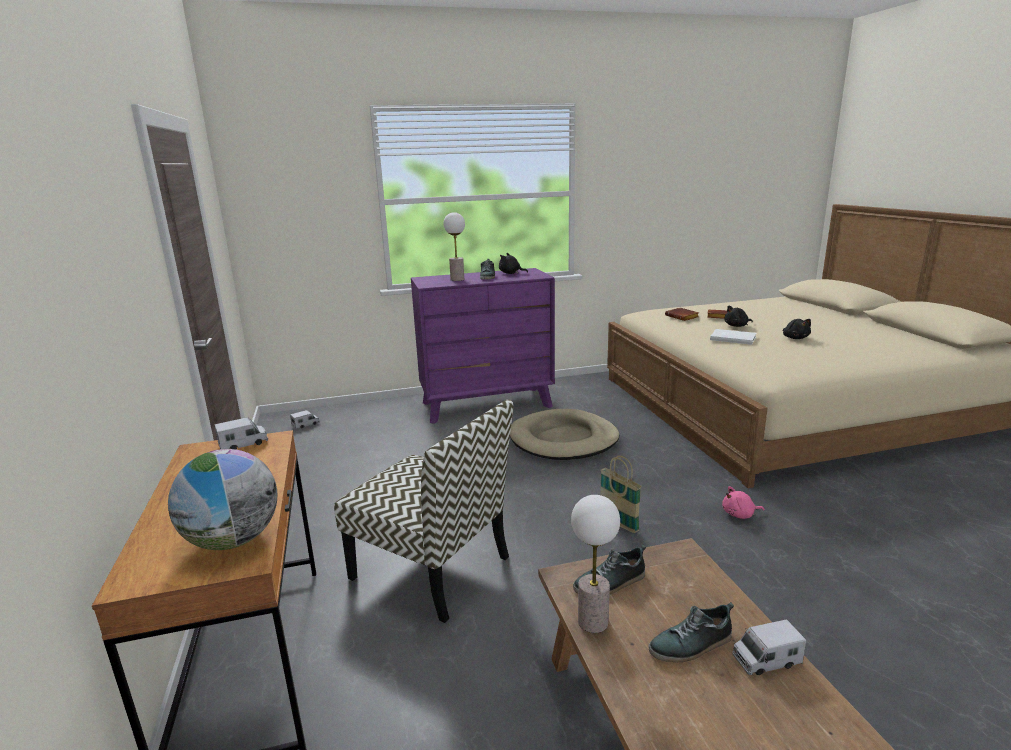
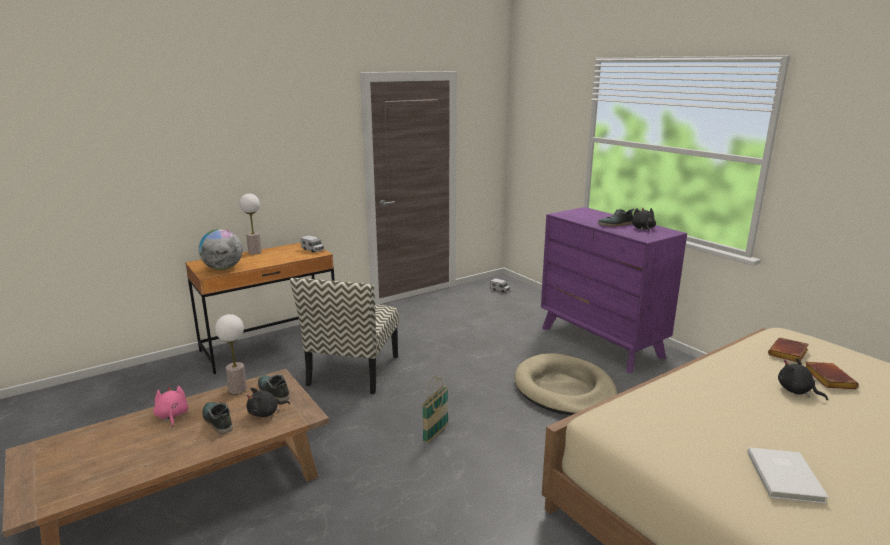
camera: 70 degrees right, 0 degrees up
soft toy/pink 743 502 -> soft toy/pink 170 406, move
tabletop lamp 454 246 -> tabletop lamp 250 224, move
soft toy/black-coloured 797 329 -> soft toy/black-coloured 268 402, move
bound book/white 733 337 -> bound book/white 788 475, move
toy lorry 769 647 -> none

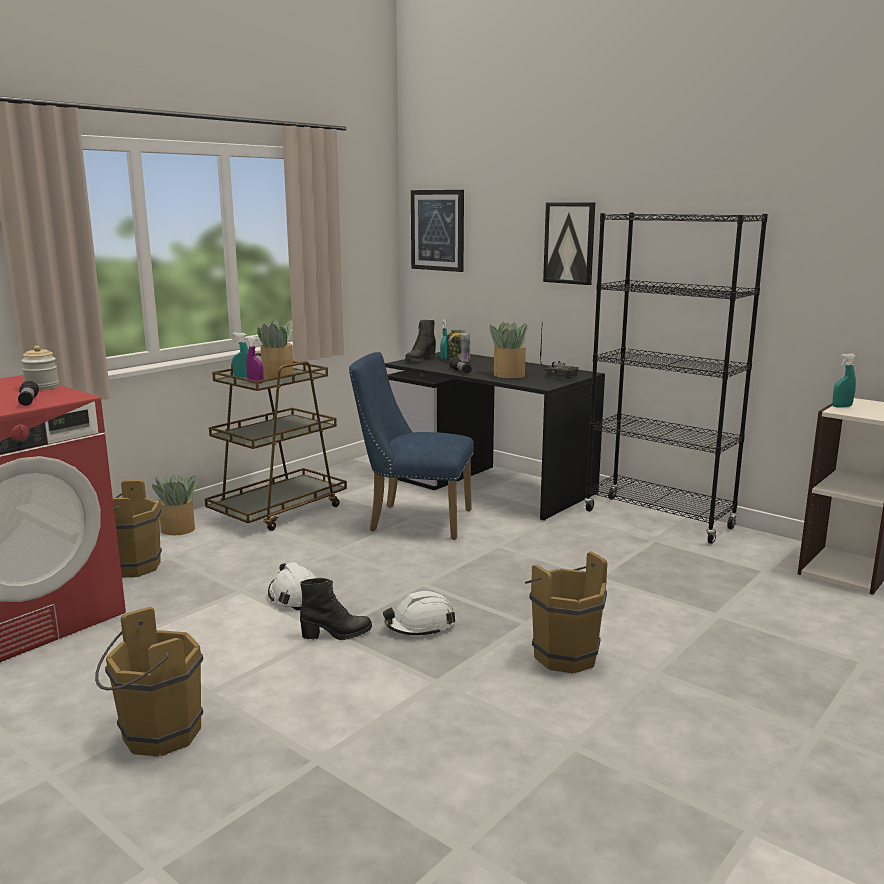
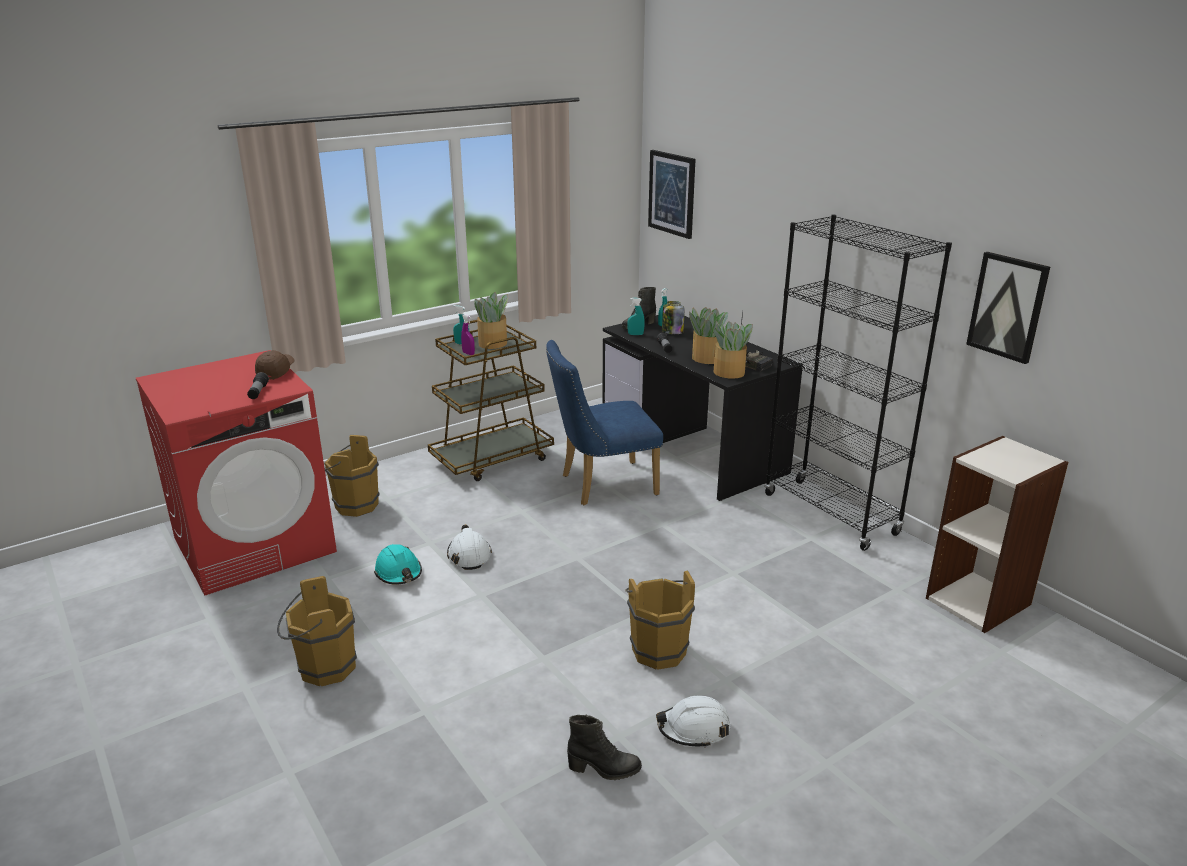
camera: 15 degrees right, 10 degrees up
preserve jar 40 368 -> peaked cap/brownish 275 365
none -> hard hat/blue-green 398 564
plain chair/blue 411 446 -> plain chair/blue 604 422, 45 degrees counterclockwise
high-top boot/black-coloured 336 609 -> high-top boot/black-coloured 604 747, move
sprayer/blue-green 844 380 -> sprayer/blue-green 636 316, move
hard hat/white 419 613 -> hard hat/white 693 721, move
houseplant 174 505 -> houseplant 733 350, move
picture 569 243 -> picture 1008 308, move

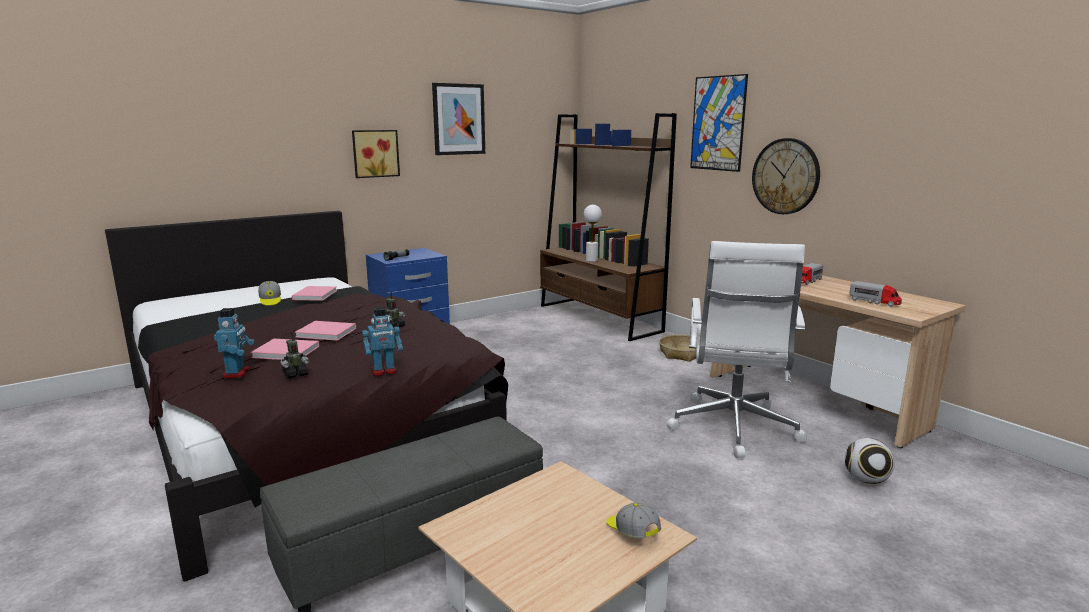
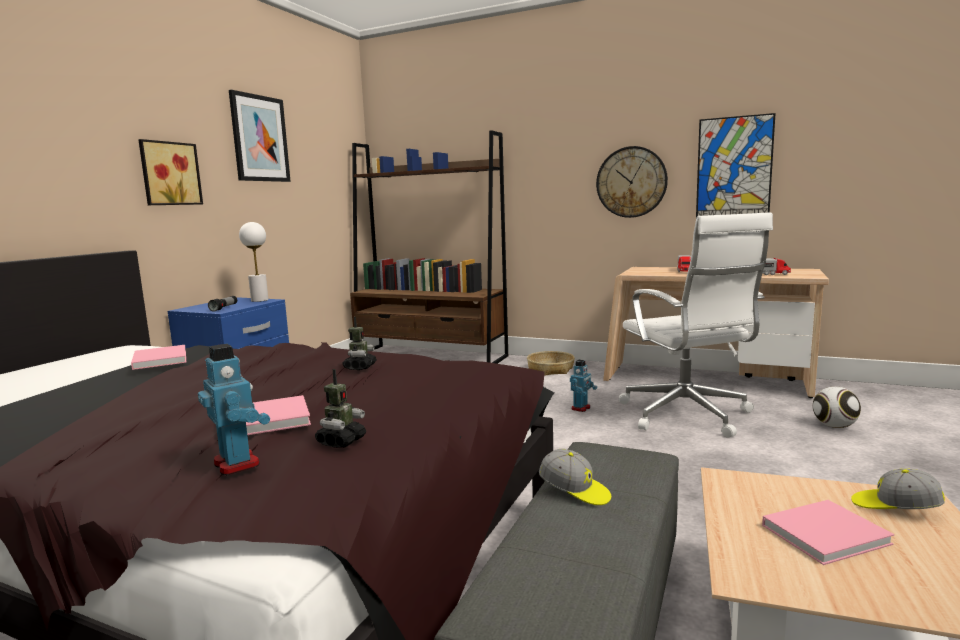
camera: 30 degrees left, 5 degrees down
tabletop lamp/white 593 233 -> tabletop lamp/white 253 262, move
peaked cap 269 293 -> peaked cap 575 477, move
model robot 382 341 -> model robot 583 386, move
picture 719 123 -> picture 735 165, move
bound book/pink 325 331 -> bound book/pink 828 532, move

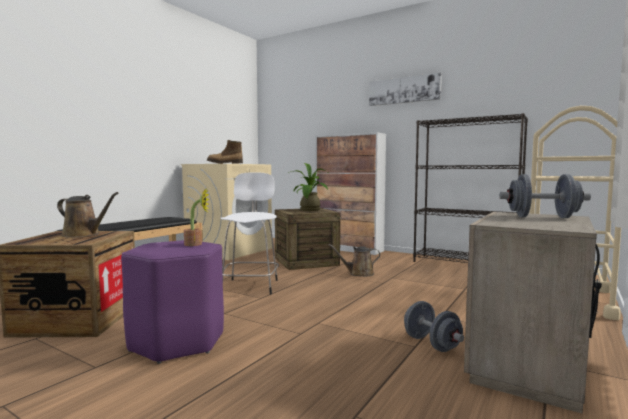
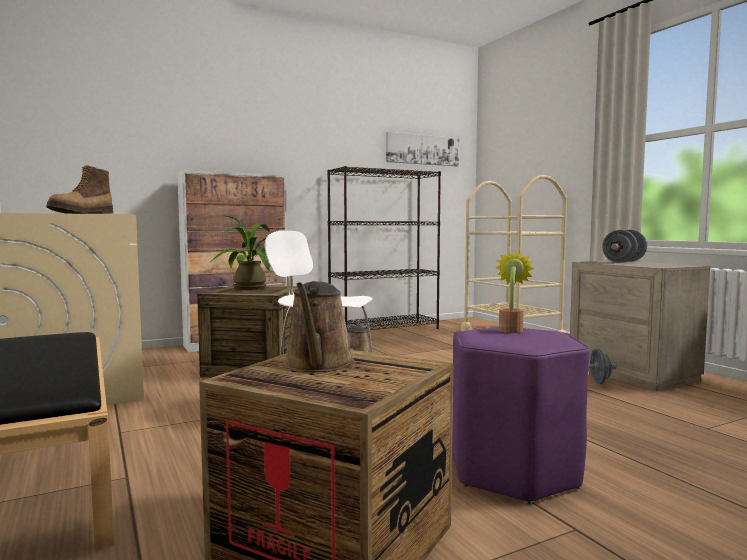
camera: 60 degrees left, 0 degrees up
watering can/brownish 87 215 -> watering can/brownish 319 326, 135 degrees clockwise
picture 405 89 -> picture 422 149, move

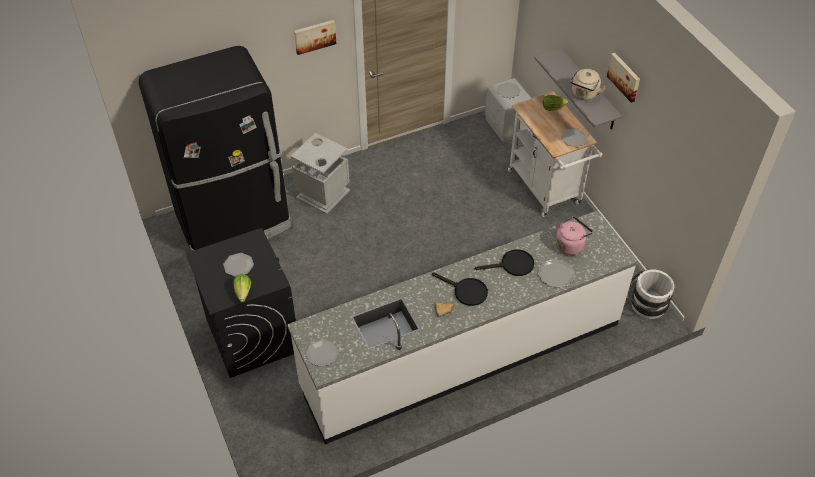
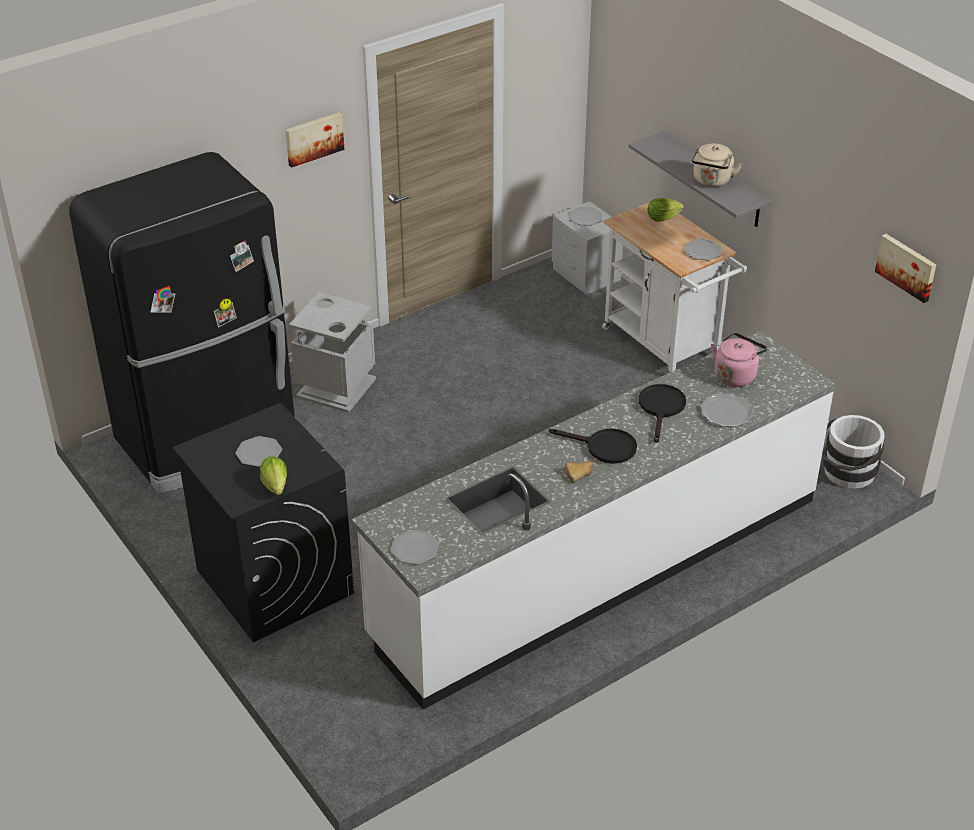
camera: 10 degrees left, 10 degrees down
skillet/black-coloured 504 262 -> skillet/black-coloured 662 413, 60 degrees counterclockwise
picture 623 78 -> picture 905 268, move

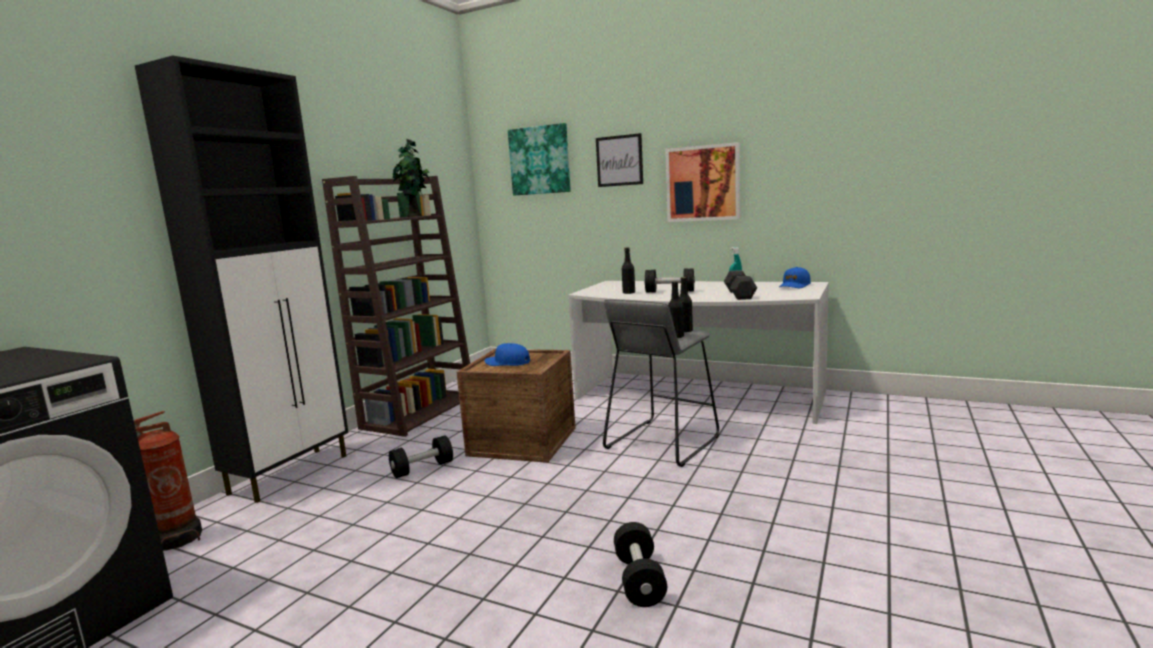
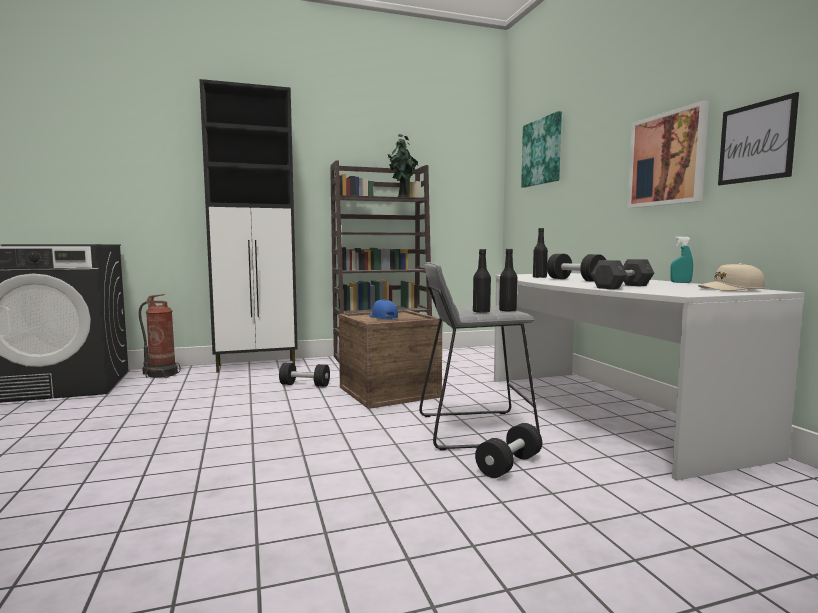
camera: 45 degrees right, 5 degrees down
dumbbell/black-coloured 640 564 -> dumbbell/black-coloured 508 450, move
peaked cap/blue 795 277 -> peaked cap/beige 731 277
picture 619 160 -> picture 758 138, move

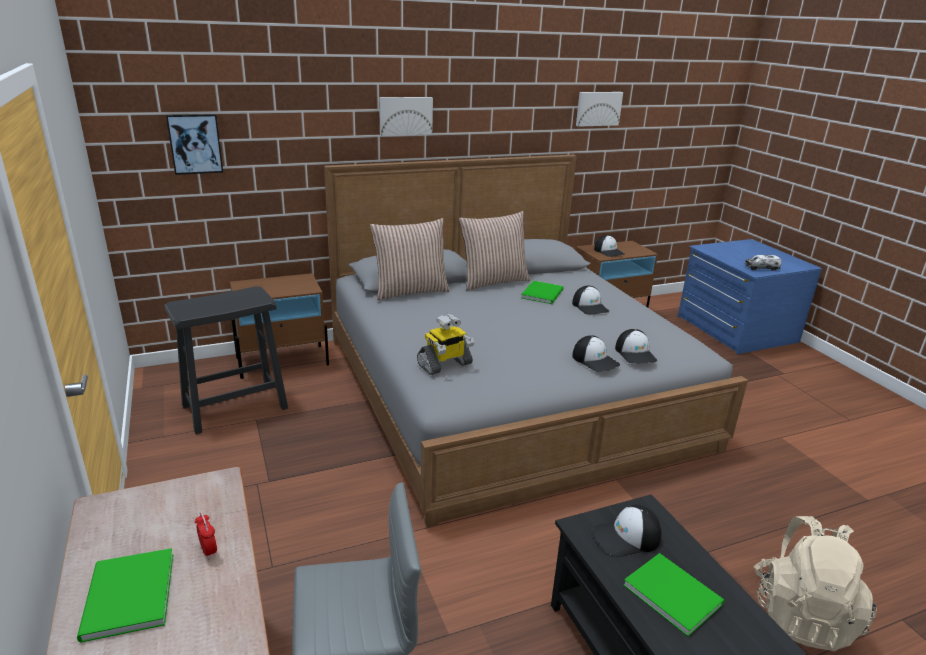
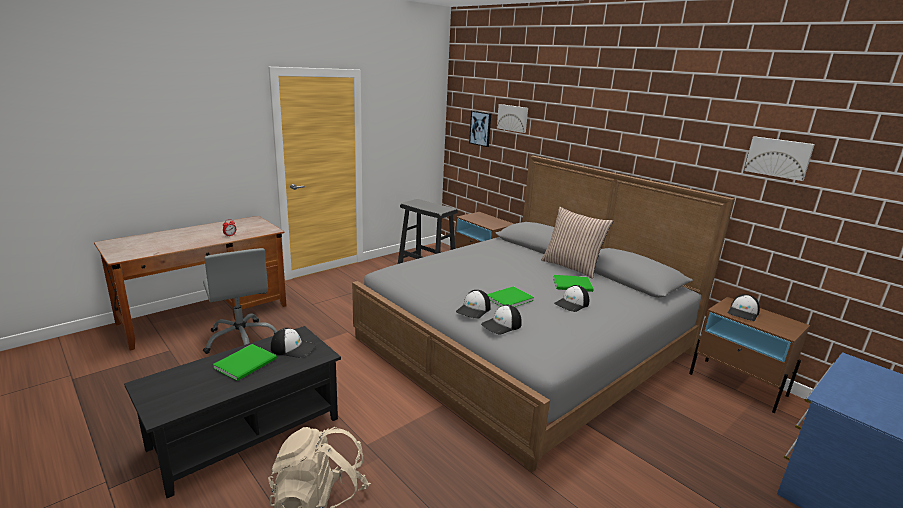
camera: 70 degrees right, 5 degrees down
peaked cap 627 531 -> peaked cap 293 343, 135 degrees clockwise
bound book/green 125 595 -> bound book/green 510 296, move
picture 406 116 -> picture 512 118, move
cushion 410 259 -> none
model robot 445 344 -> none
toy lorry 763 263 -> none

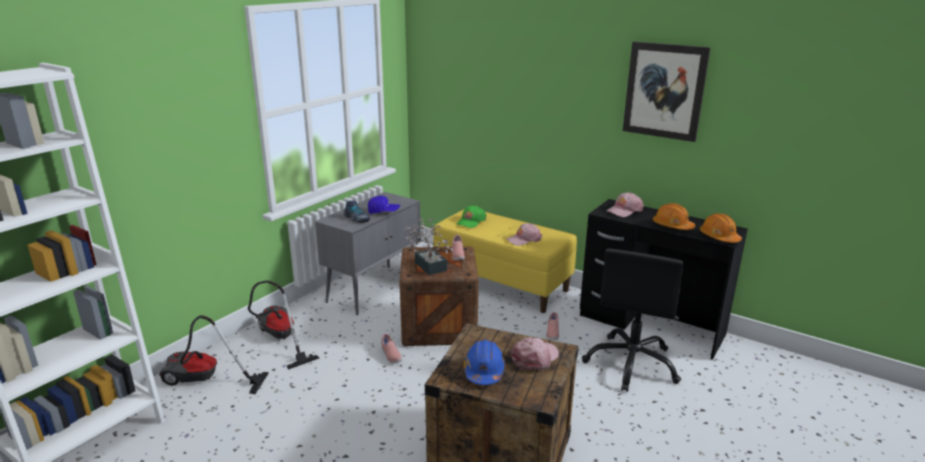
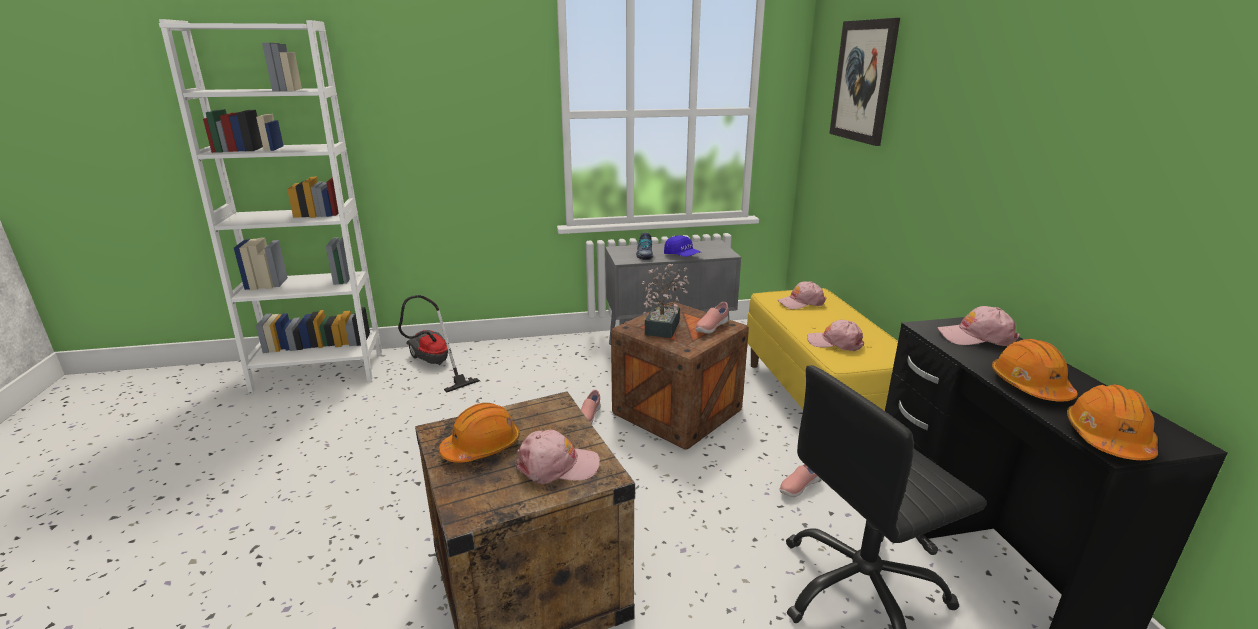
camera: 45 degrees right, 0 degrees up
hard hat/blue 484 362 -> hard hat/orange 479 433
peaked cap/green 472 216 -> peaked cap/pink 802 295
picture 667 92 -> picture 864 82, move
hoover 283 325 -> none

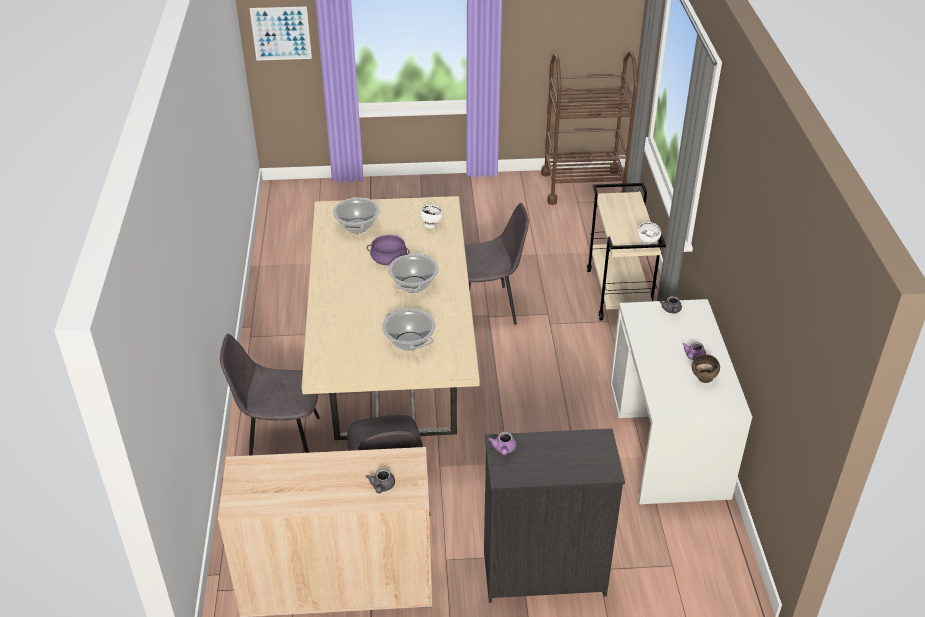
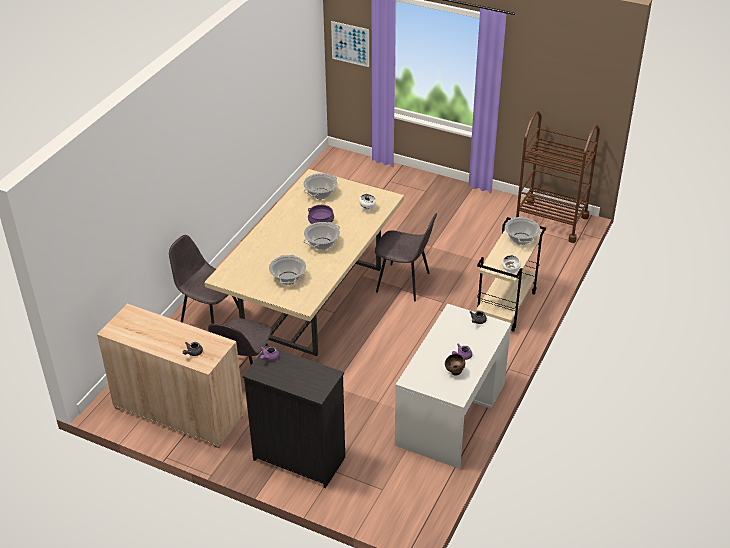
camera: 30 degrees right, 0 degrees up
none -> saucepot 522 231

